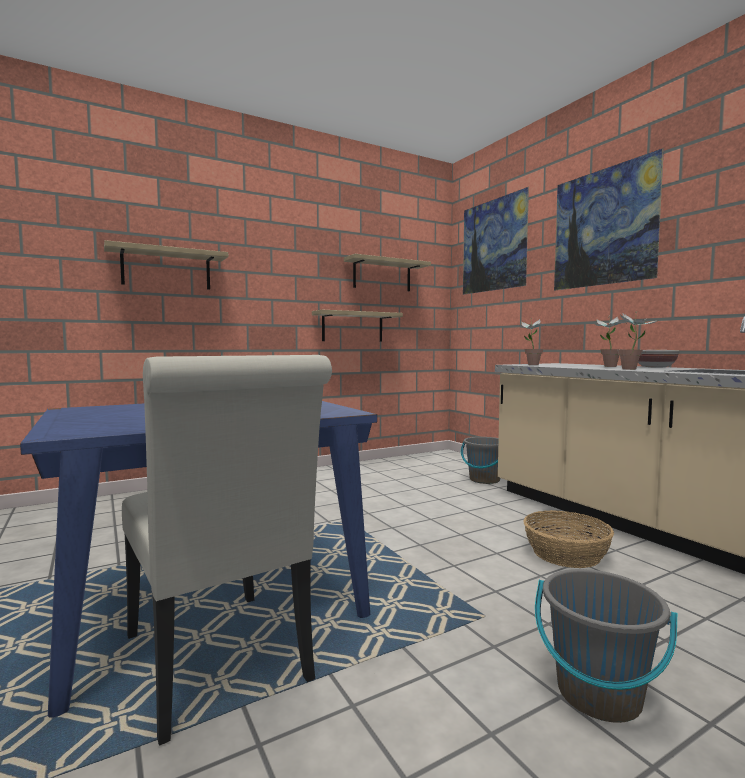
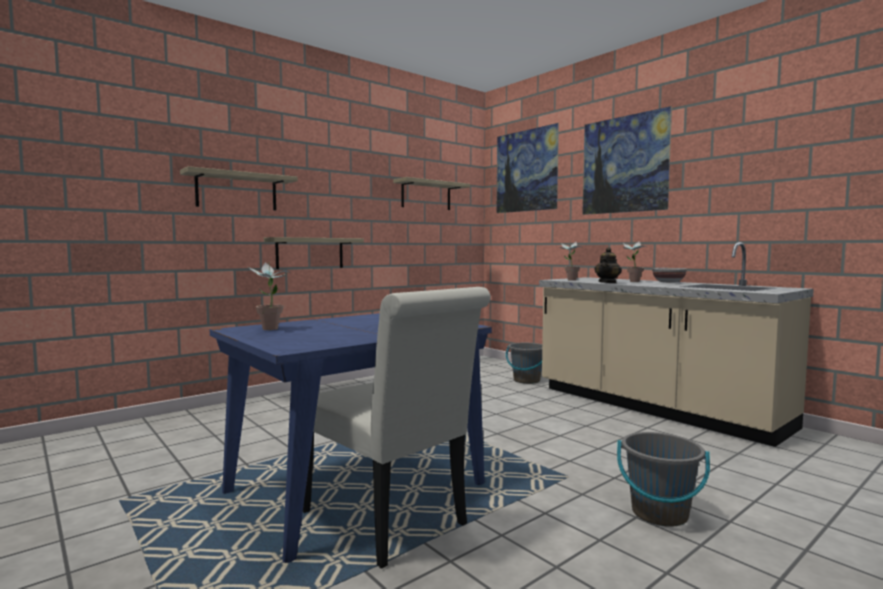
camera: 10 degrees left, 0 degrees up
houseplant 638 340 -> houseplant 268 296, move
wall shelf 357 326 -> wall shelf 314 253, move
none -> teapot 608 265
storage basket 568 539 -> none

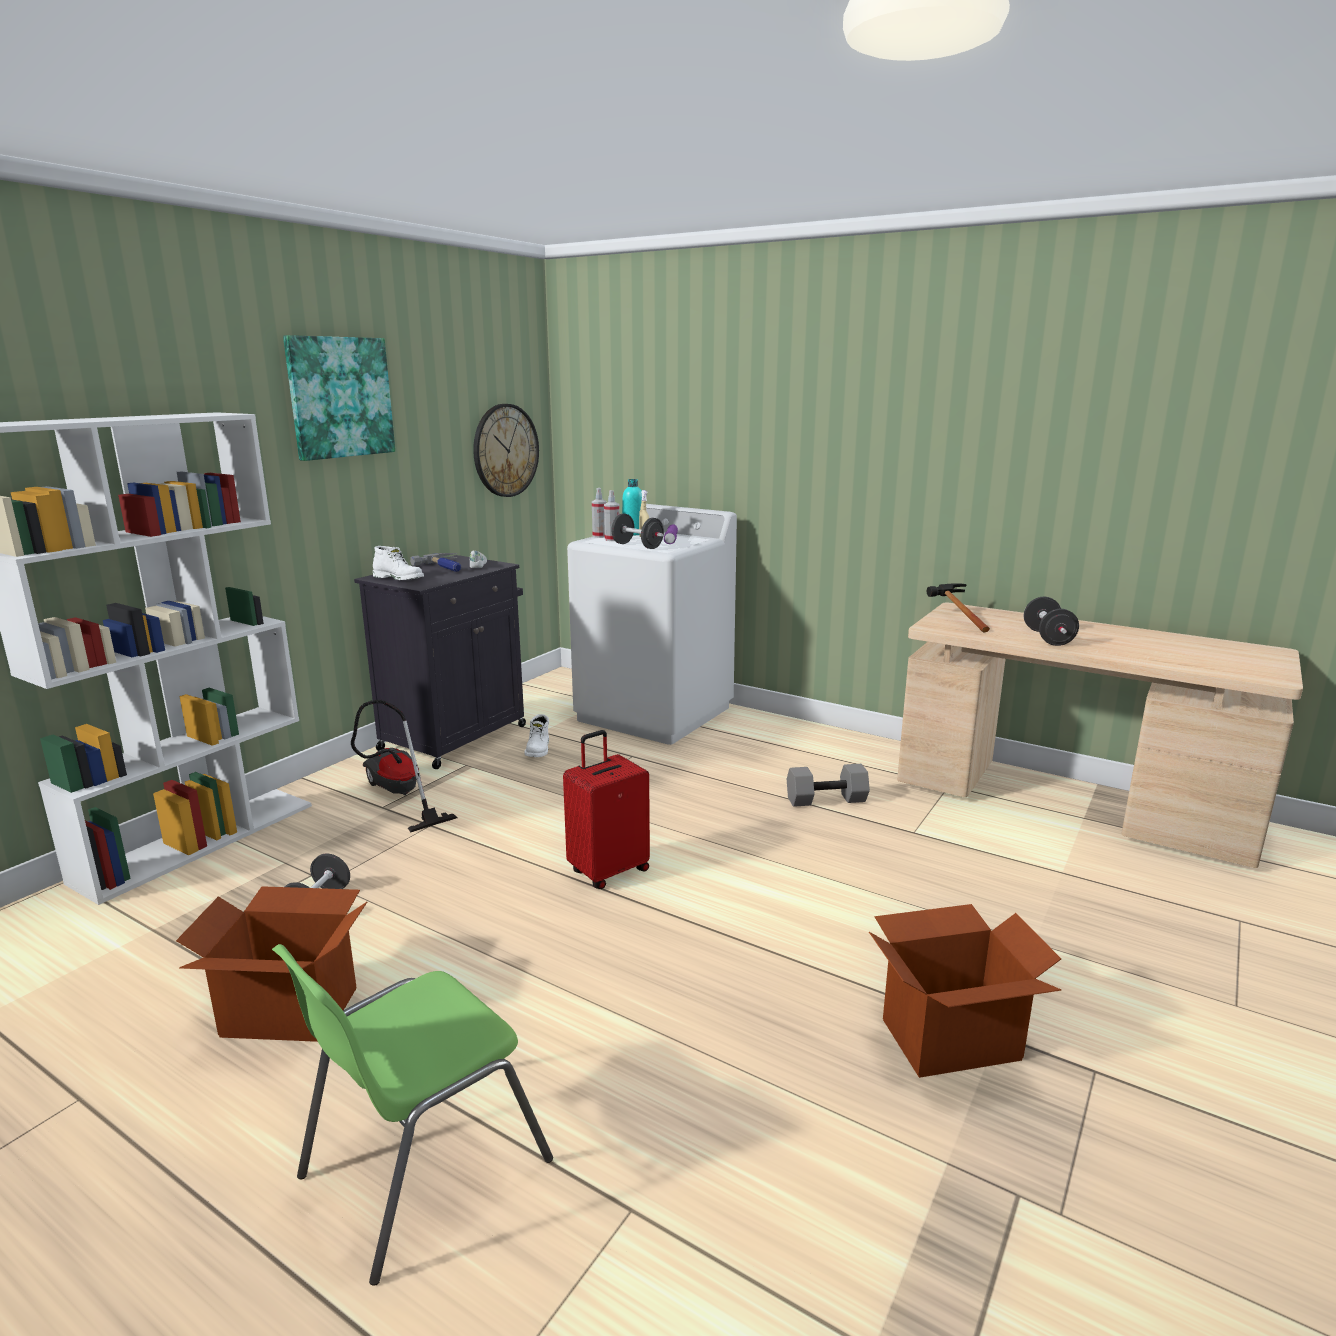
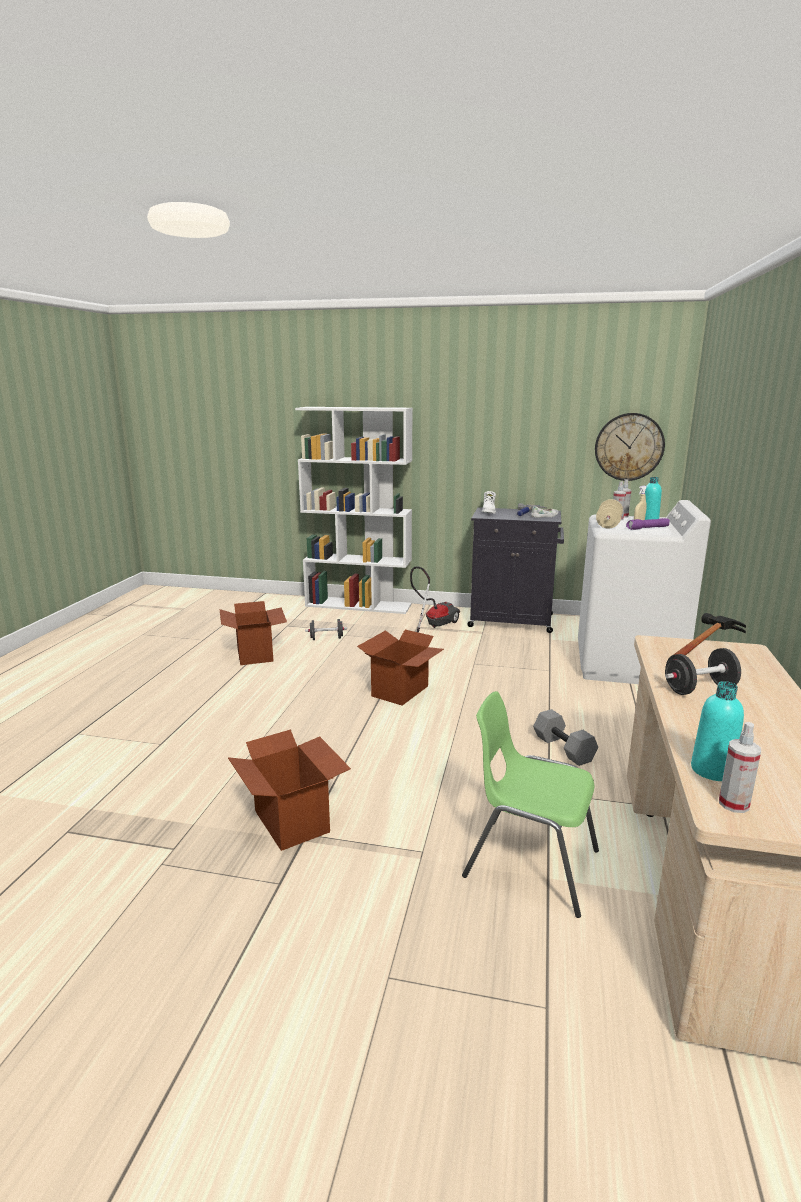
camera: 70 degrees right, 0 degrees up
travel case/reddish 606 809 -> packing box 400 668
plain chair/green 412 1115 -> plain chair/green 530 804, move
dumbbell/black-coloured 637 531 -> dumbbell/beige 609 514
none -> drink bottle/blue-green 717 731
none -> sprayer 740 767
picture 339 398 -> none
high-top boot/white 537 735 -> none

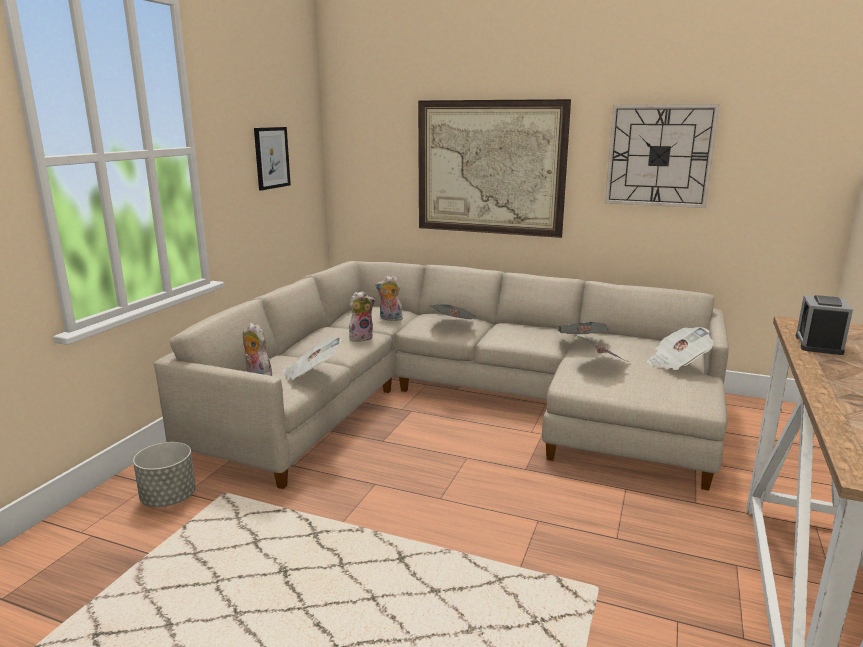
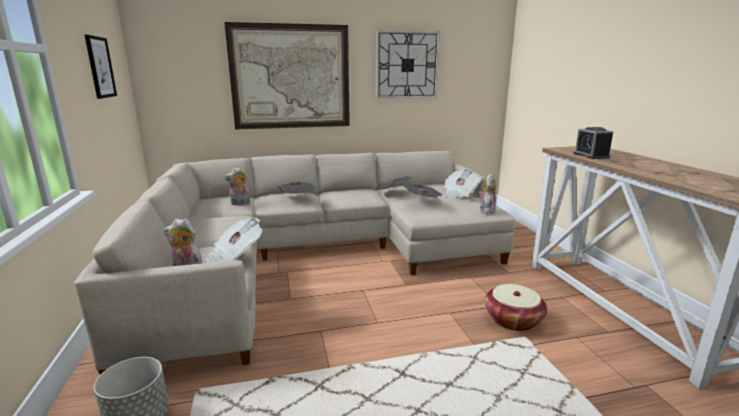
camera: 35 degrees left, 0 degrees up
soft toy 362 316 -> soft toy 487 193, move
none -> storage basket 516 307

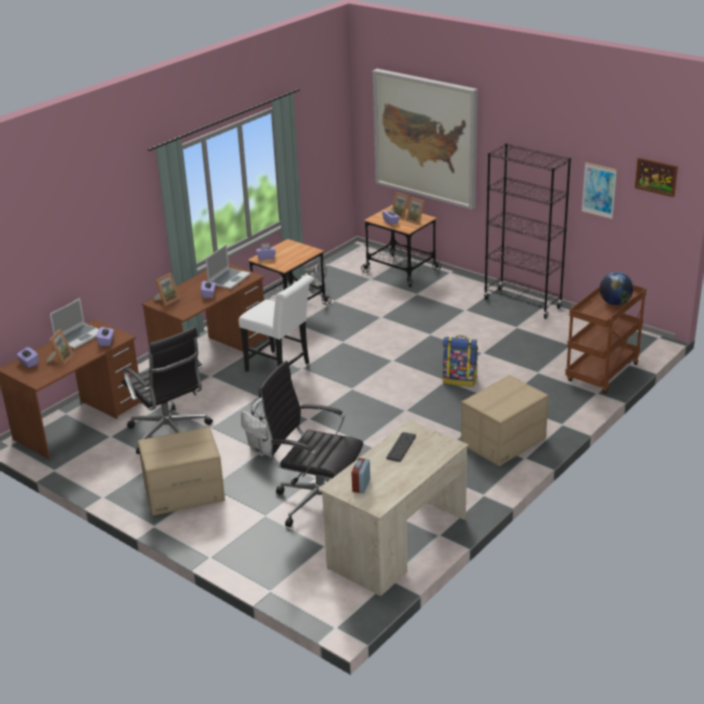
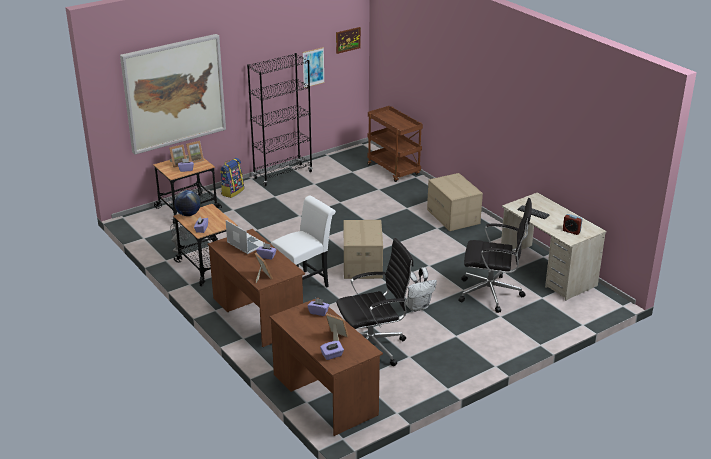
camera: 75 degrees left, 0 degrees up
world globe 616 288 -> world globe 187 203, move
backpack 460 360 -> backpack 232 178, move
packing box 181 471 -> packing box 363 249, move
office chair/black-coloured 311 444 -> office chair/black-coloured 495 255, 120 degrees counterclockwise
laptop 74 323 -> none

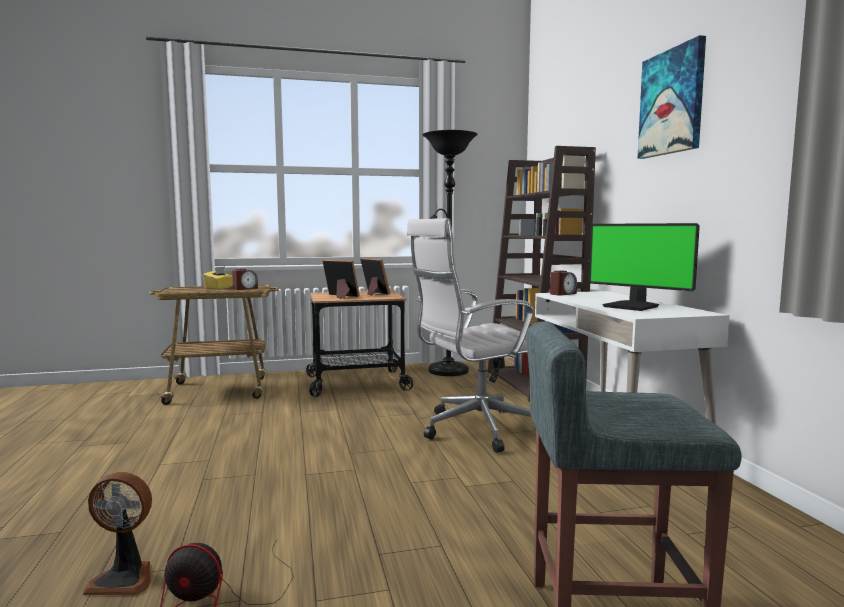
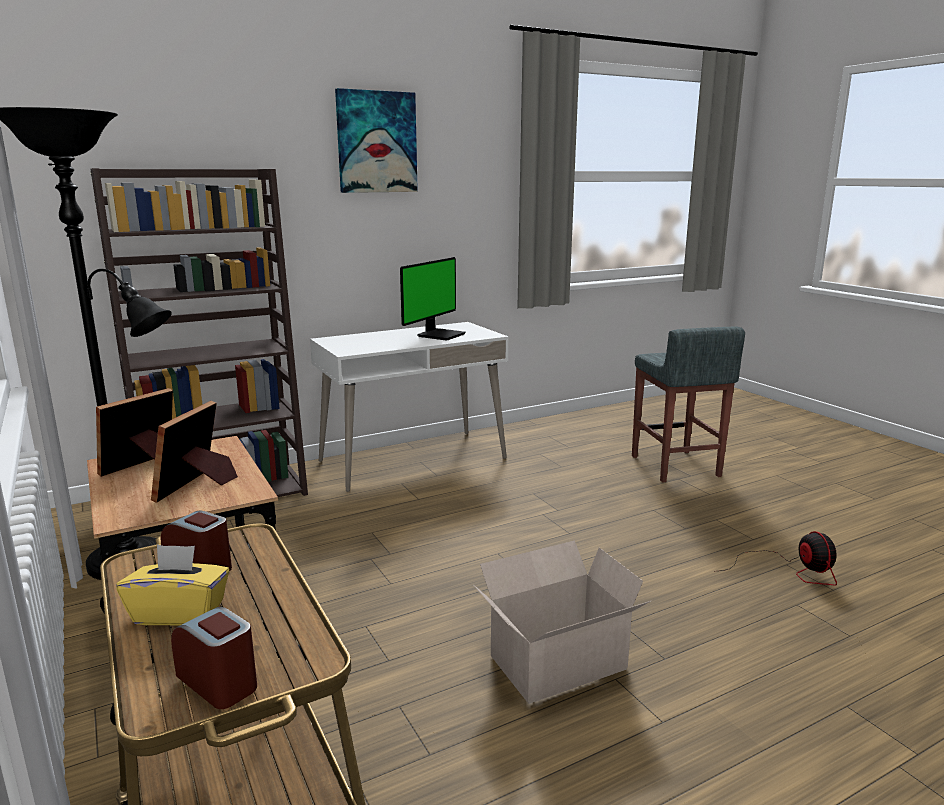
camera: 105 degrees left, 10 degrees up
table clock 563 282 -> table clock 214 658, move
none -> packing box 562 622
cooling fan 117 533 -> none
office chair/white 470 335 -> none

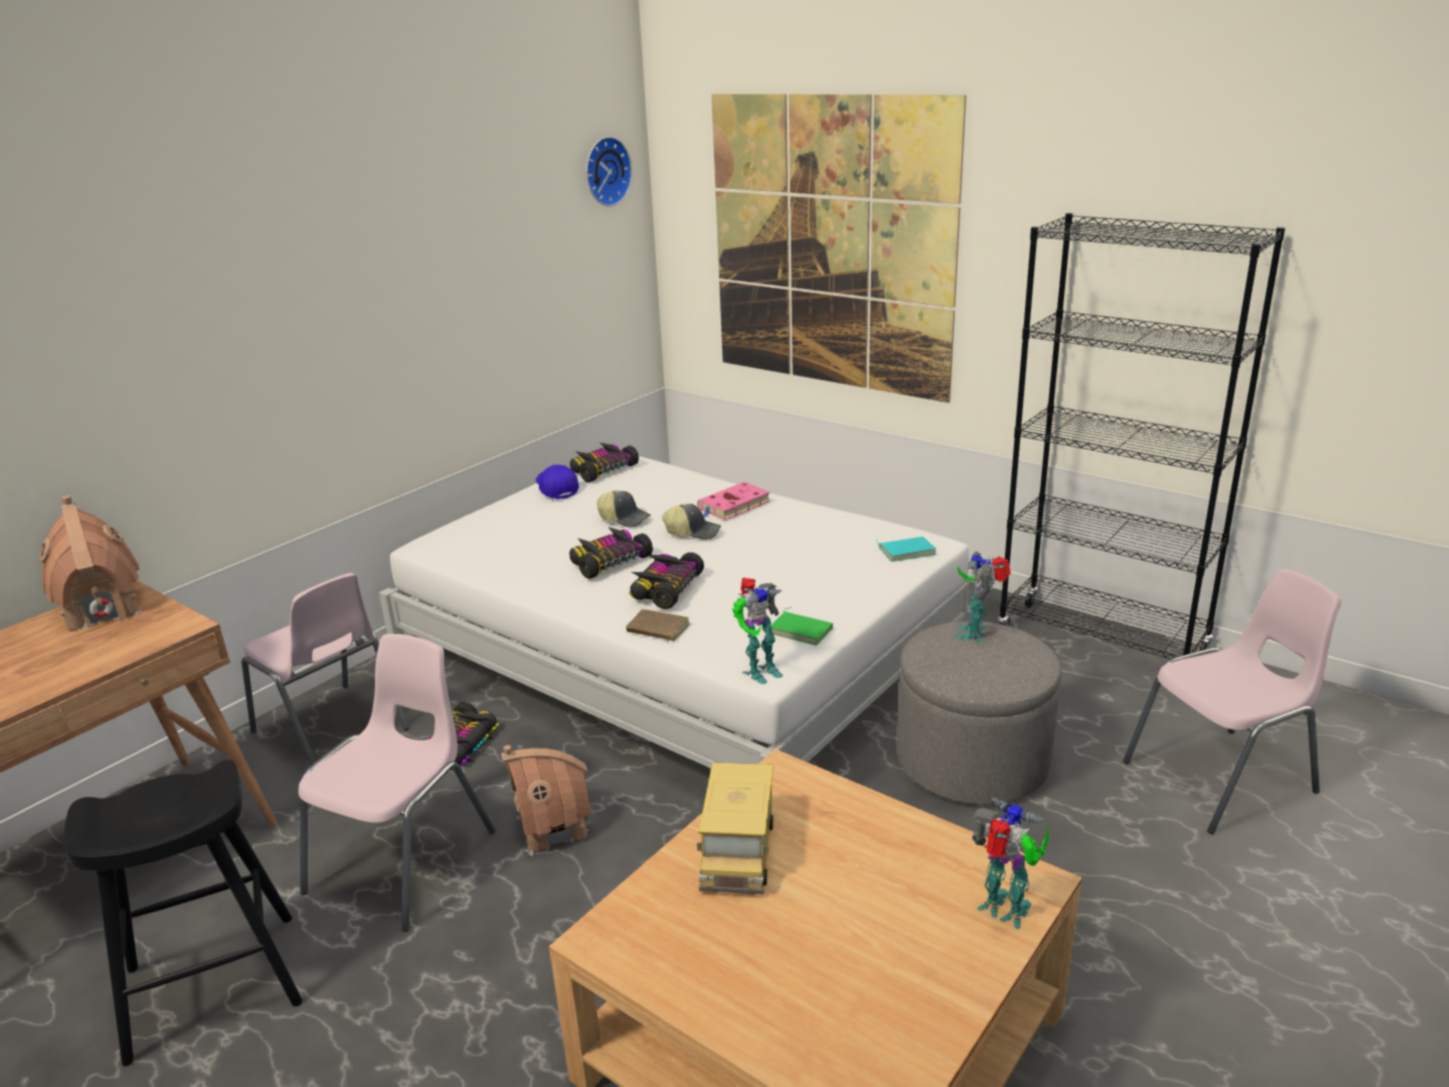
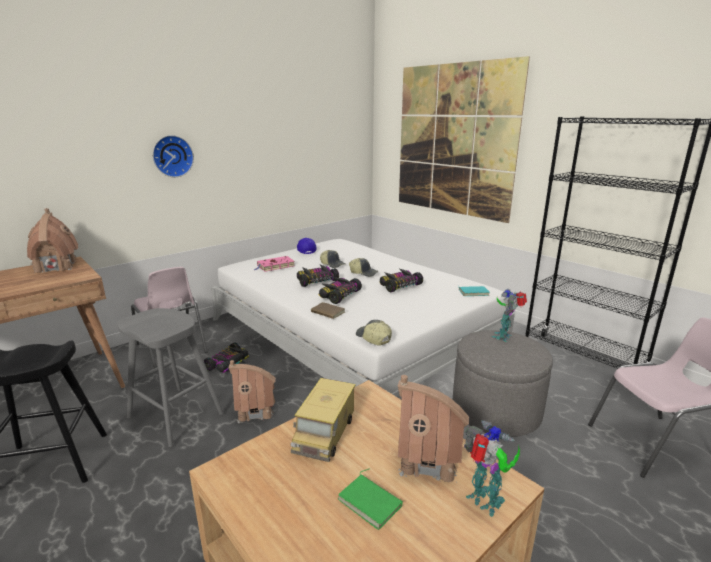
camera: 10 degrees right, 5 degrees down
plain chair/pink 396 783 -> stool seat/greyish 170 377
hanging clock 609 171 -> hanging clock 173 156, move
bound book/pink 733 501 -> bound book/pink 274 264, move
bound book/green 802 626 -> bound book/green 370 499, move
model robot 757 631 -> peaked cap 374 333
miniature car 604 462 -> miniature car 401 280, move
none -> model house 433 428

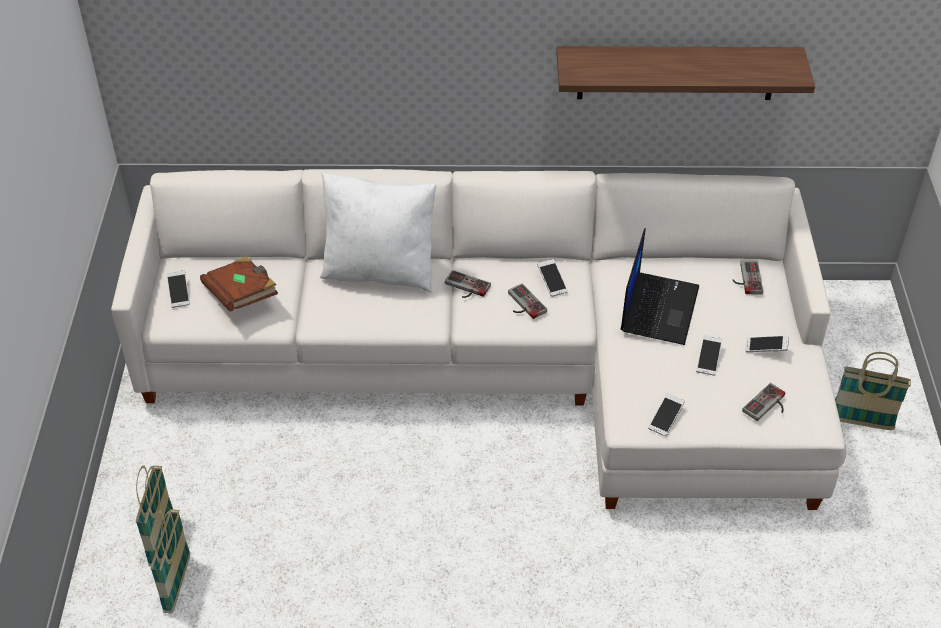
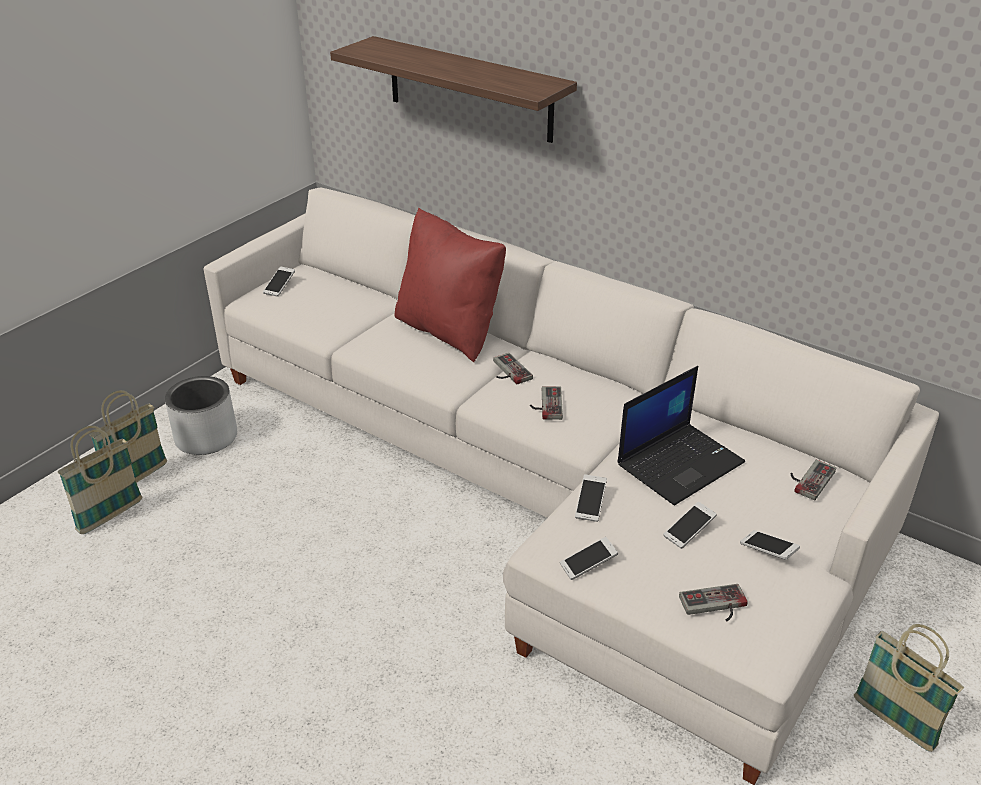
camera: 35 degrees right, 10 degrees down
none -> planter/greyish 201 415
wall shelf 685 73 -> wall shelf 453 89, move
cushion/white 378 232 -> cushion/reddish 450 285
phone 552 278 -> phone 591 498, move
bound book/brownish 239 284 -> none

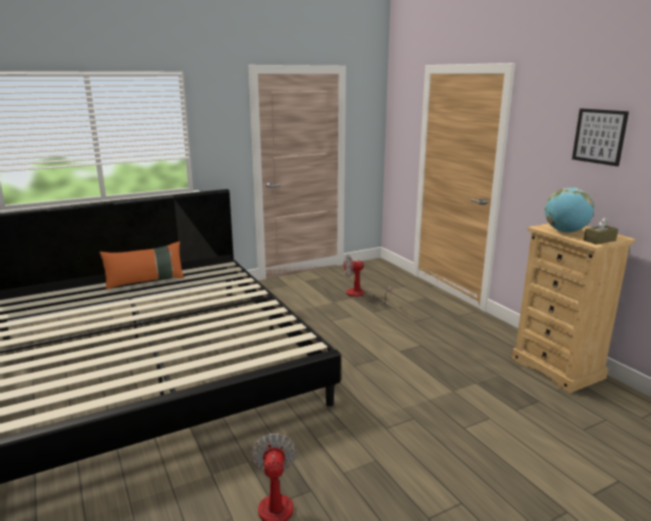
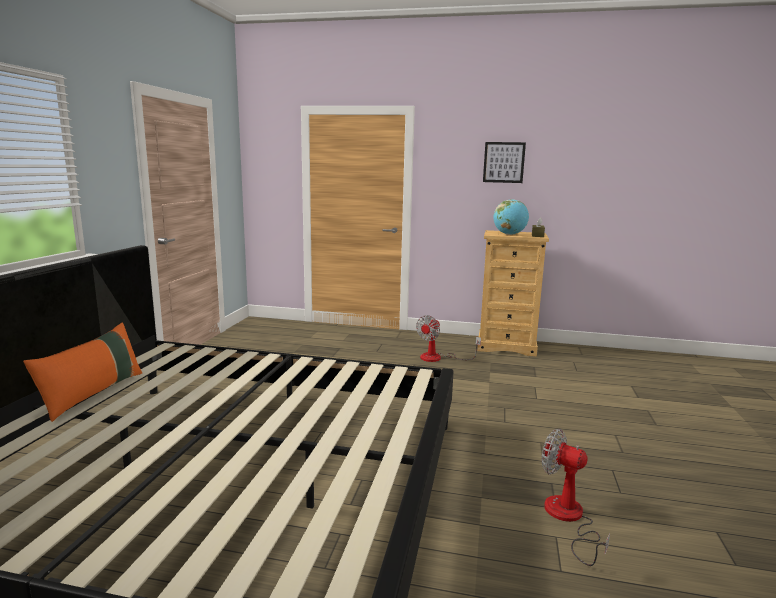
camera: 50 degrees left, 5 degrees down
cooling fan 367 280 -> cooling fan 448 338, move

